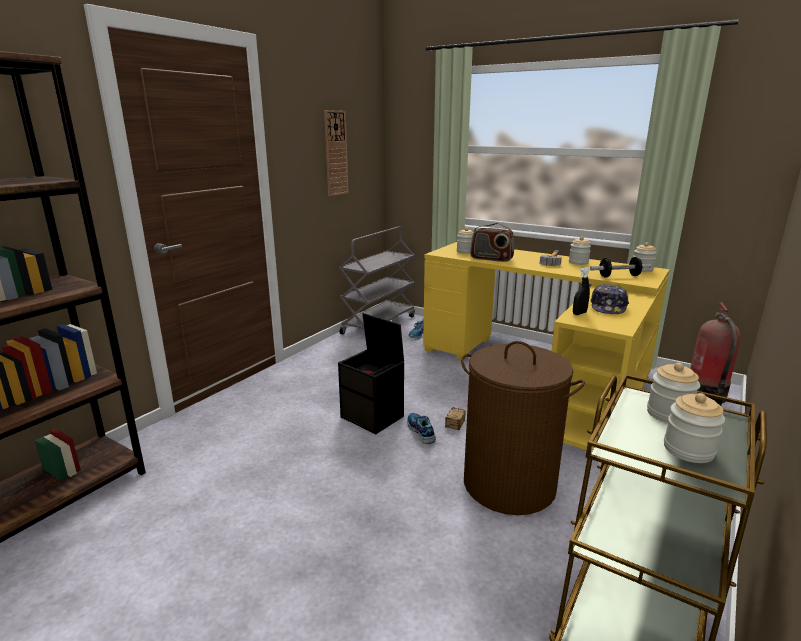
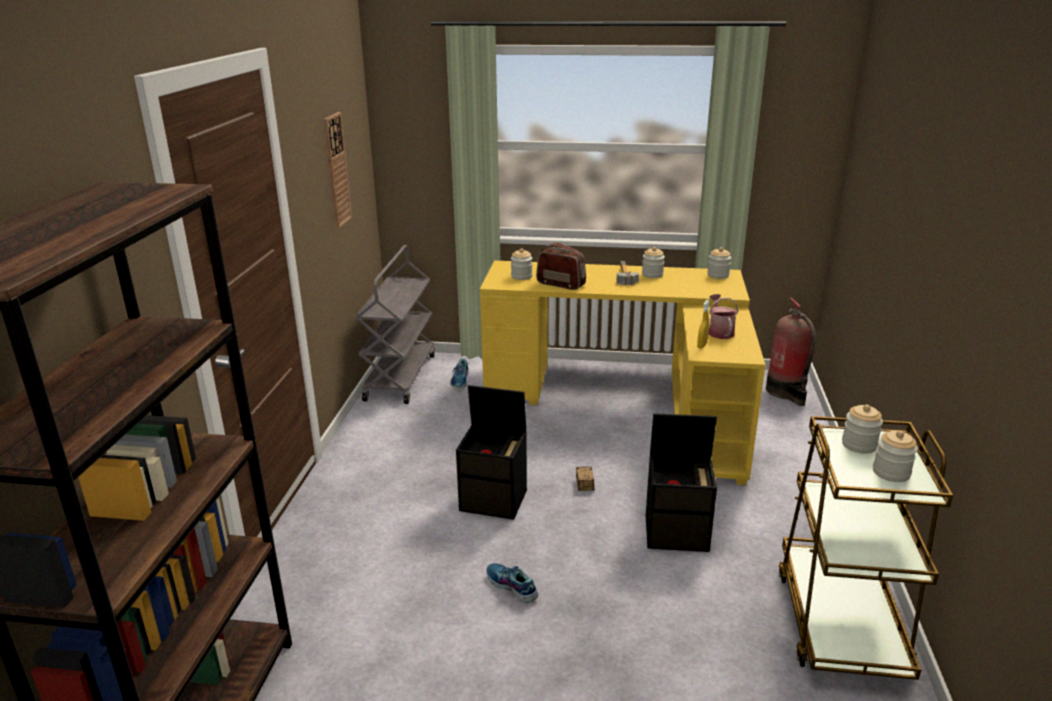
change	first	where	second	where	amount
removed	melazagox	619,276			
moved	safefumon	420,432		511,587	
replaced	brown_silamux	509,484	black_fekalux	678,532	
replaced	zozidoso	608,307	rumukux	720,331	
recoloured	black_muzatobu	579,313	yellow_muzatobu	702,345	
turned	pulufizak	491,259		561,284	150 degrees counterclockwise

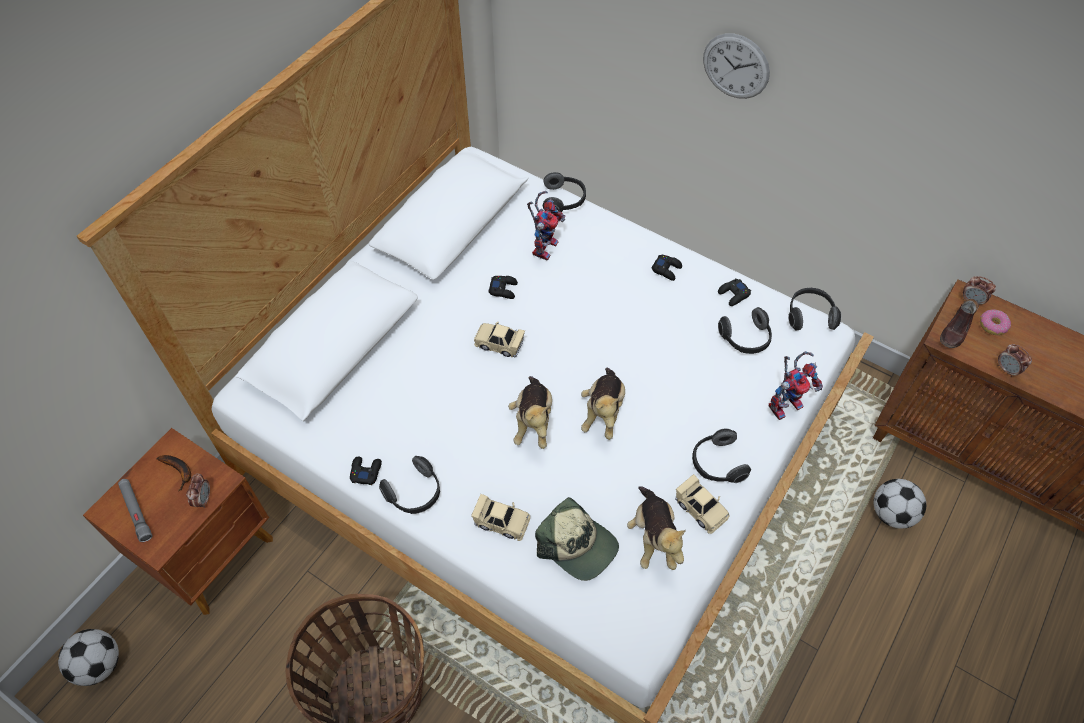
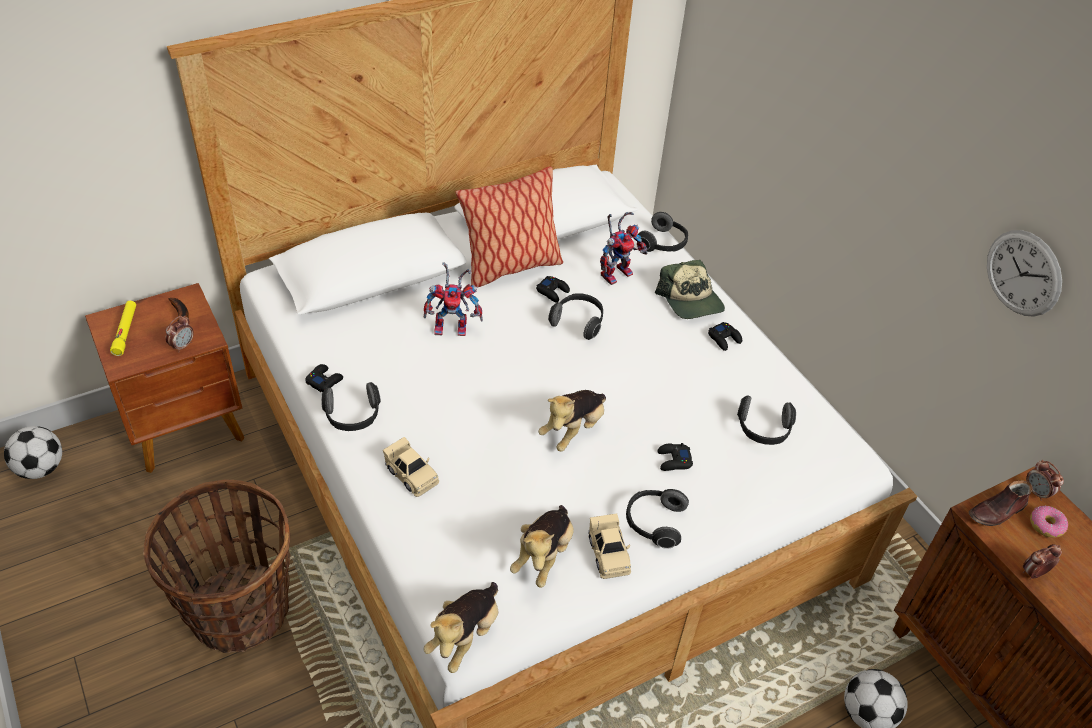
change	first	where	second	where	amount
removed	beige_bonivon	499,344			
added			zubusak	511,267	
moved	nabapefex	533,421		465,636	
moved	zozidoso	577,545		691,300	
moved	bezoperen	736,66		1023,273	
moved	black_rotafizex	733,294		673,460	
moved	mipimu	786,403		454,327	
moved	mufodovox	809,315		578,322	
recoloured	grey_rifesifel	136,511	yellow_rifesifel	125,331	
turned	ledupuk	1007,369		1033,573	75 degrees clockwise

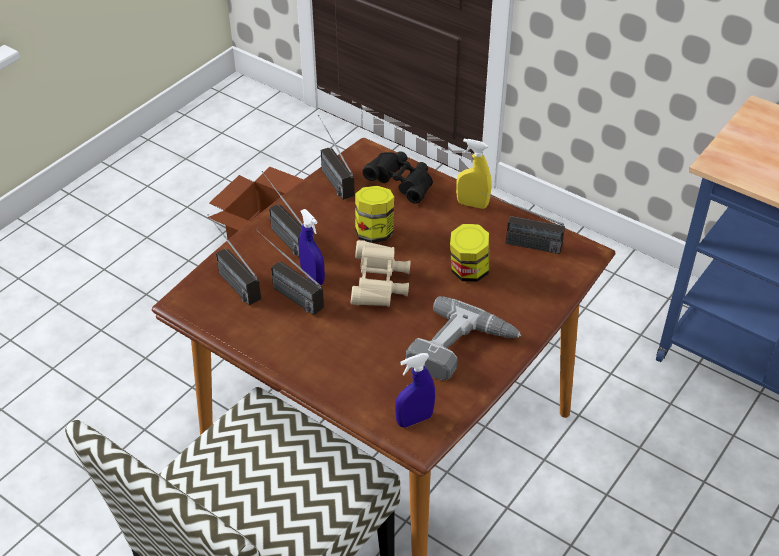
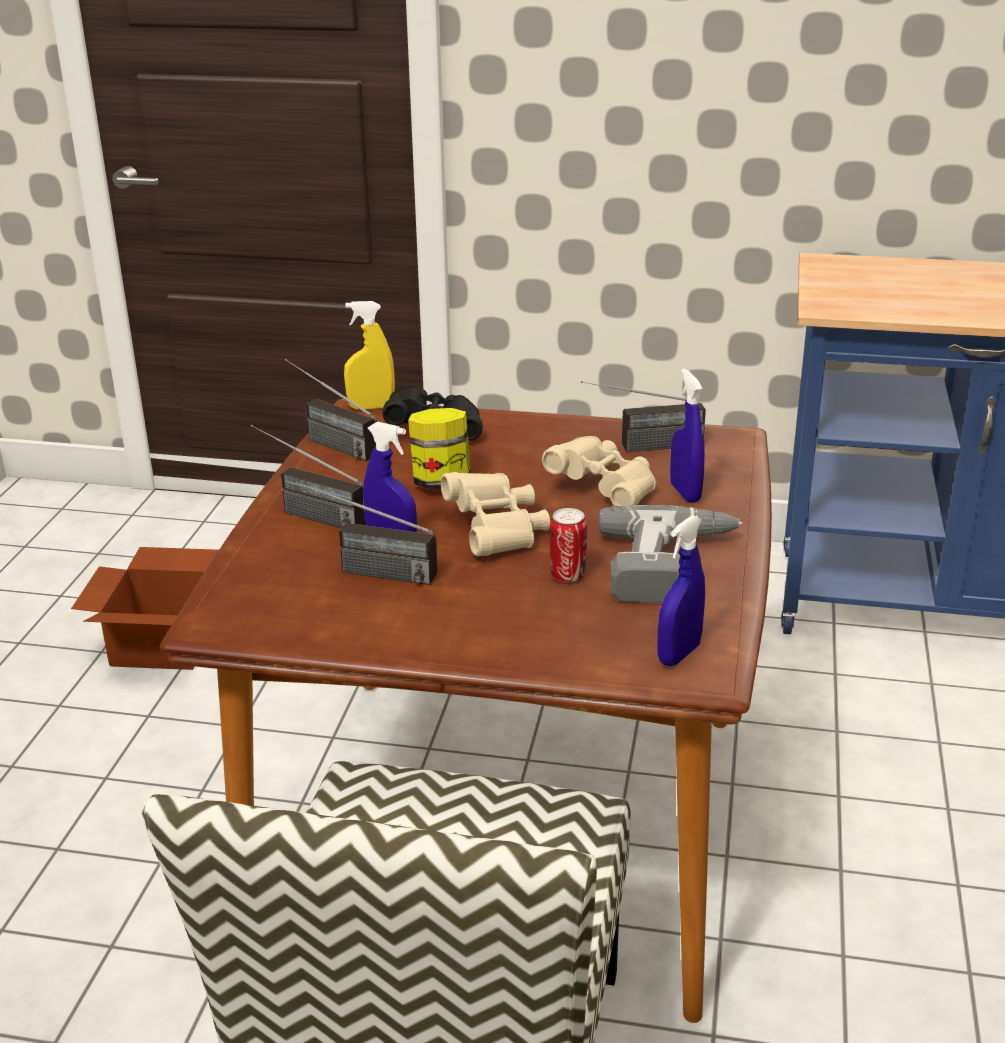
change	first	where	second	where	amount
removed	pulufizak	230,278			
added			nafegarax	567,575	
added			blue_muzatobu	685,493	
moved	yellow_muzatobu	472,204		371,407	
replaced	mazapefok	468,272	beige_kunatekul	605,489	

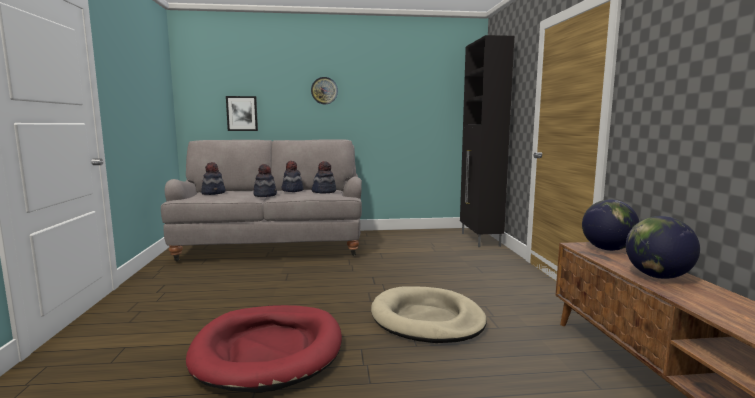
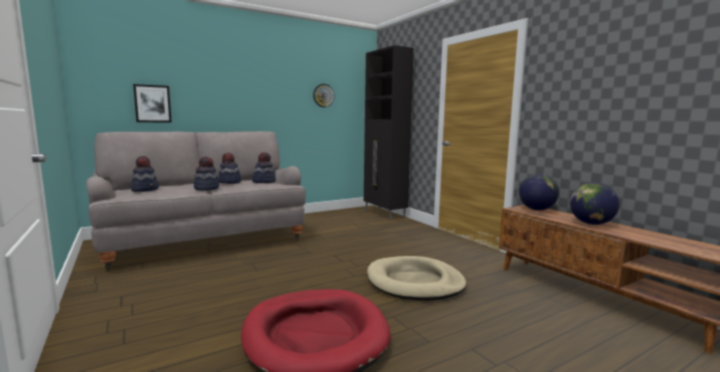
change	first	where	second	where	amount
moved	bezoperen	324,90		323,95	

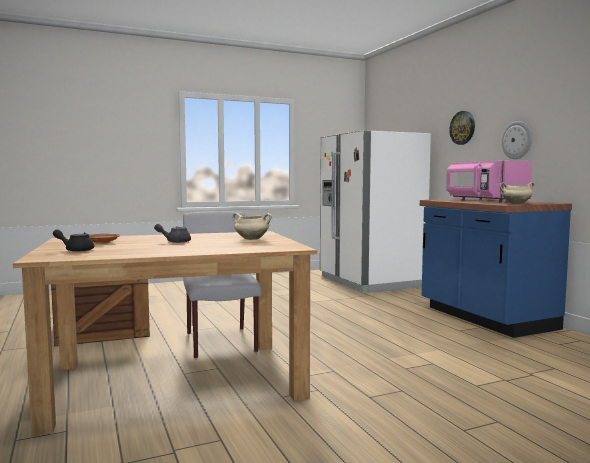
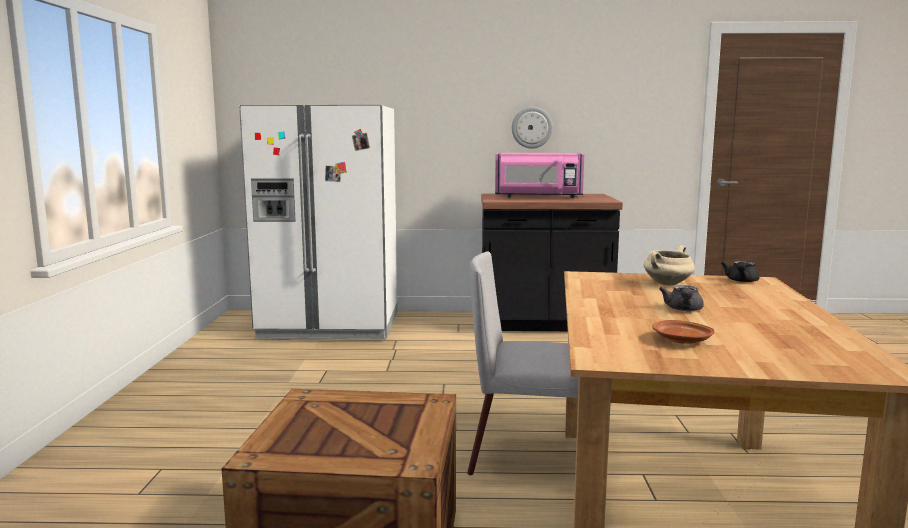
change	first	where	second	where	amount
removed	bezoperen	462,128			
removed	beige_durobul	516,203			
moved	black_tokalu	76,250		741,281	
recoloured	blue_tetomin	485,318	black_tetomin	544,324	

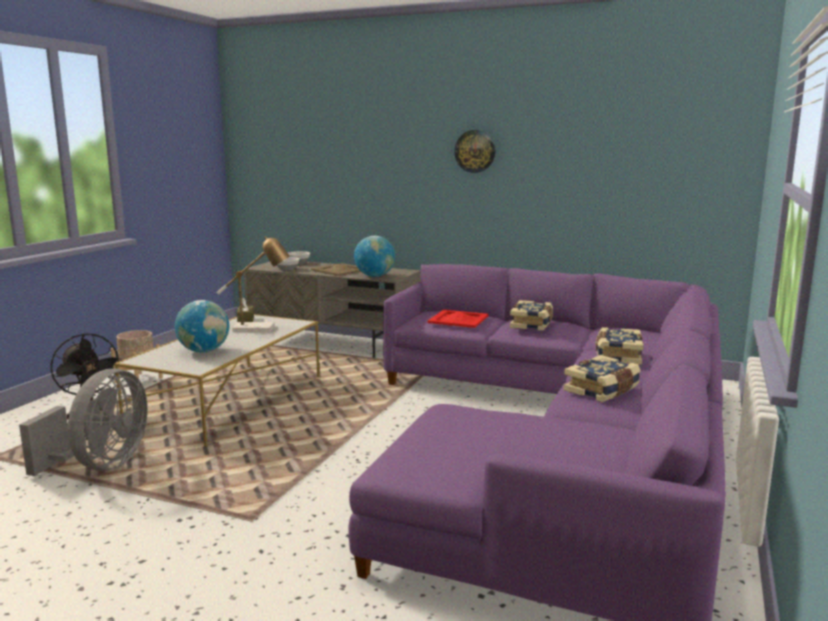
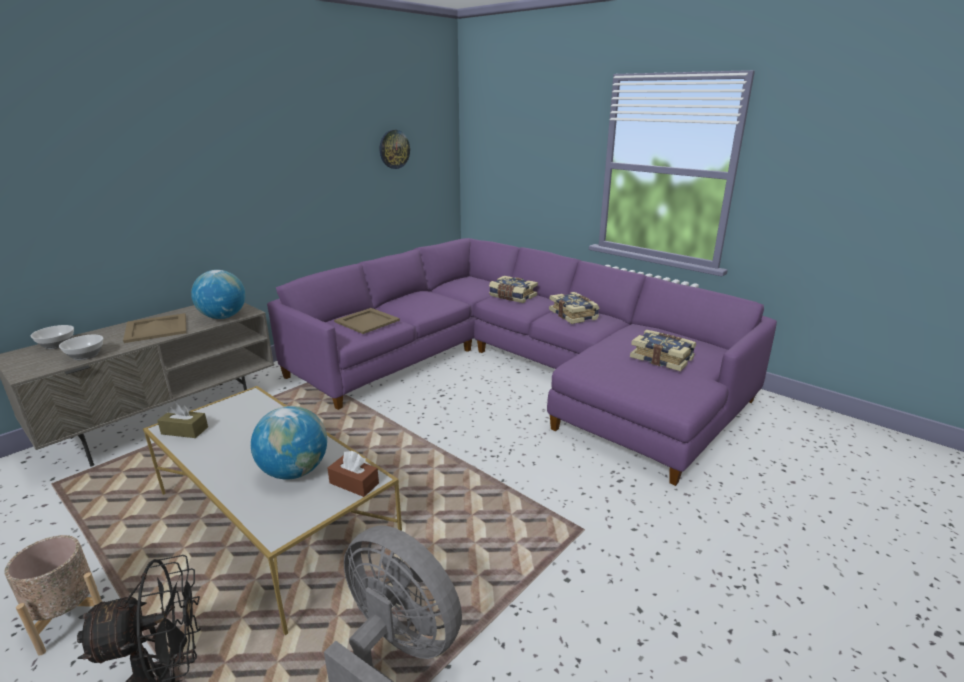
change	first	where	second	where	amount
removed	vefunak	259,329			
added			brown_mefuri	354,483	
moved	bezoperen	475,151		394,149	
moved	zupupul	532,324		662,358	
recoloured	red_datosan	459,319	beige_datosan	367,321	

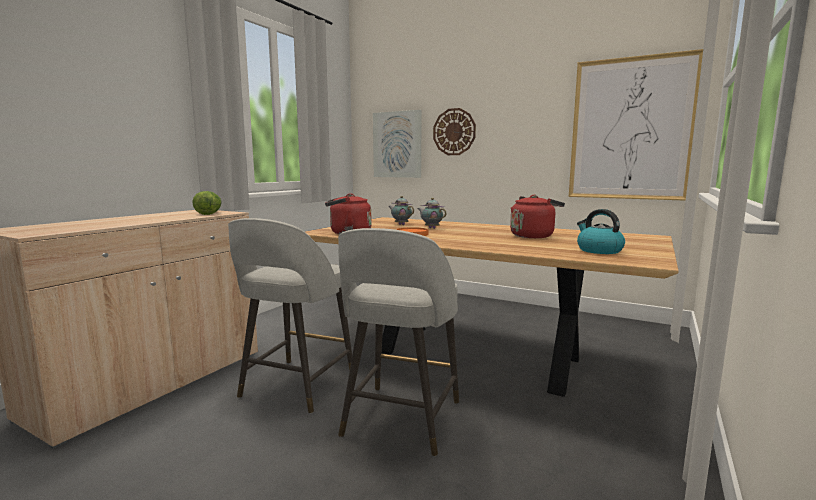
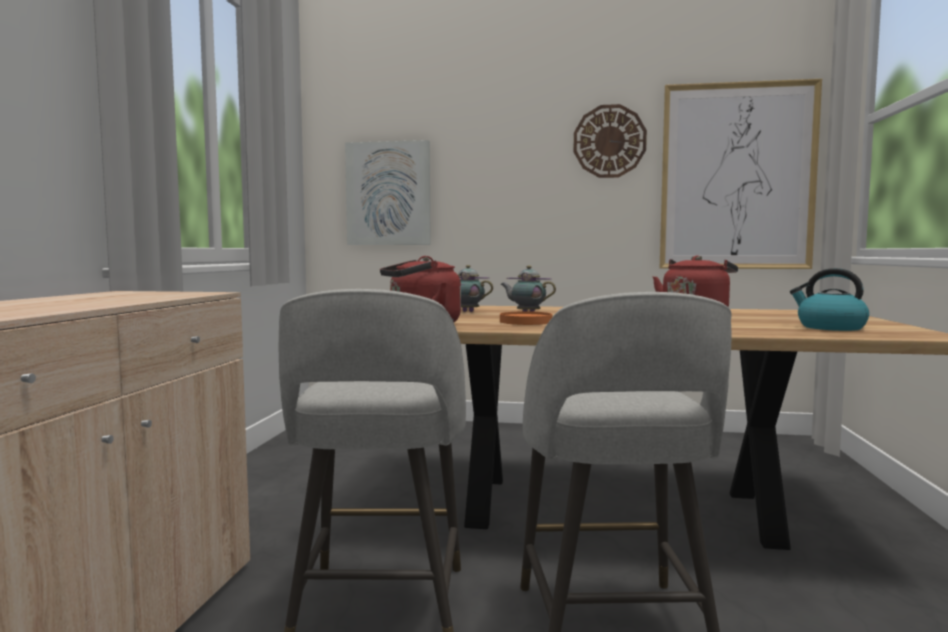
change	first	where	second	where	amount
removed	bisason	209,213			
moved	bezoperen	454,132		609,141	

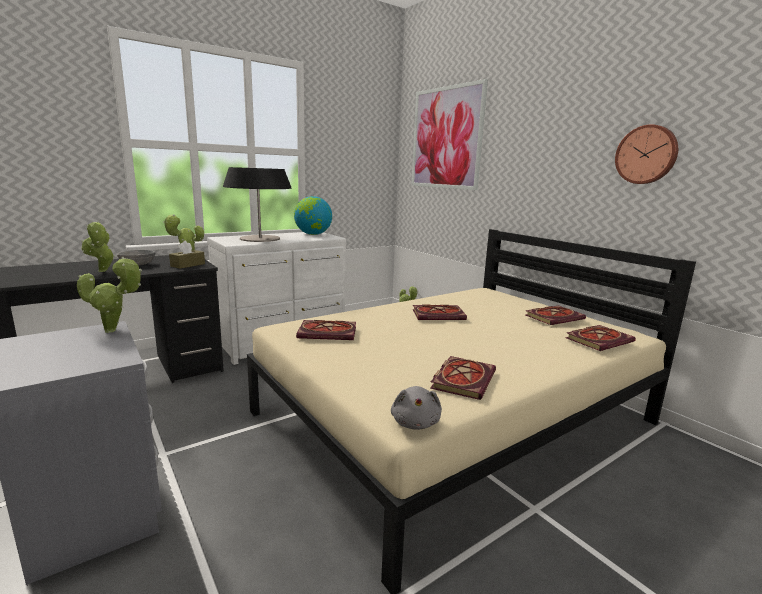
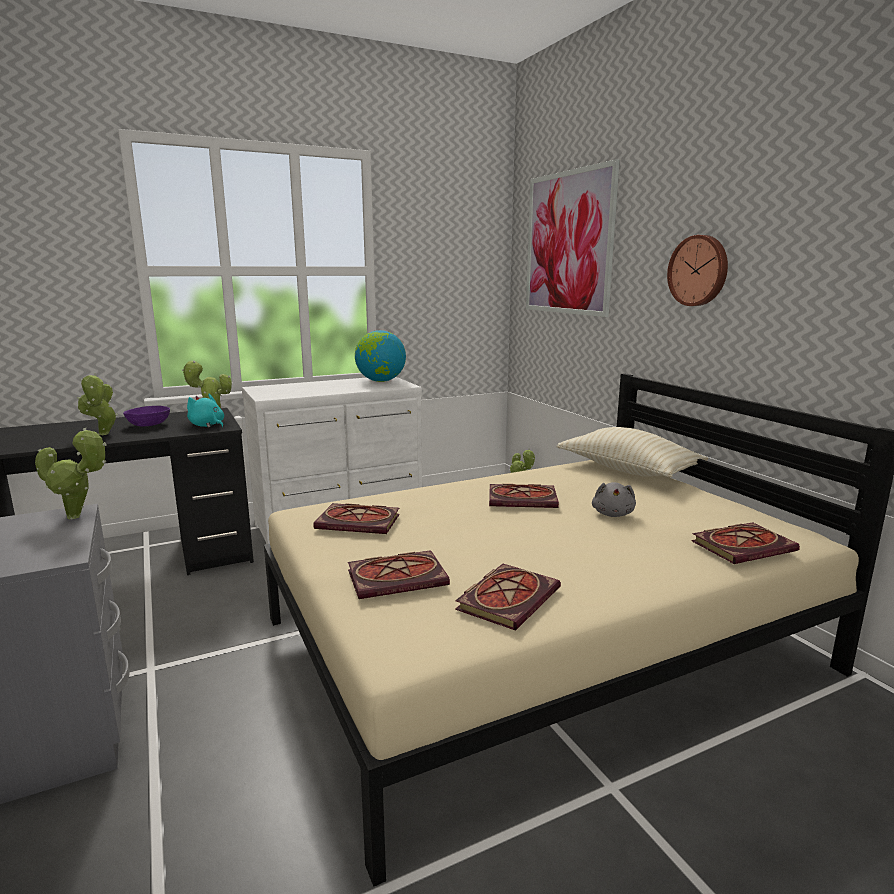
change	first	where	second	where	amount
removed	vefunak	260,238			
added			beige_zubusak	628,470	
moved	grey_nabapefex	415,422		613,514	
moved	zupupul	554,317		399,577	
moved	bezoperen	646,155		699,271	
replaced	brown_mefuri	188,265	turquoise_nabapefex	207,425	
recoloured	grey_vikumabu	138,264	purple_vikumabu	149,424	

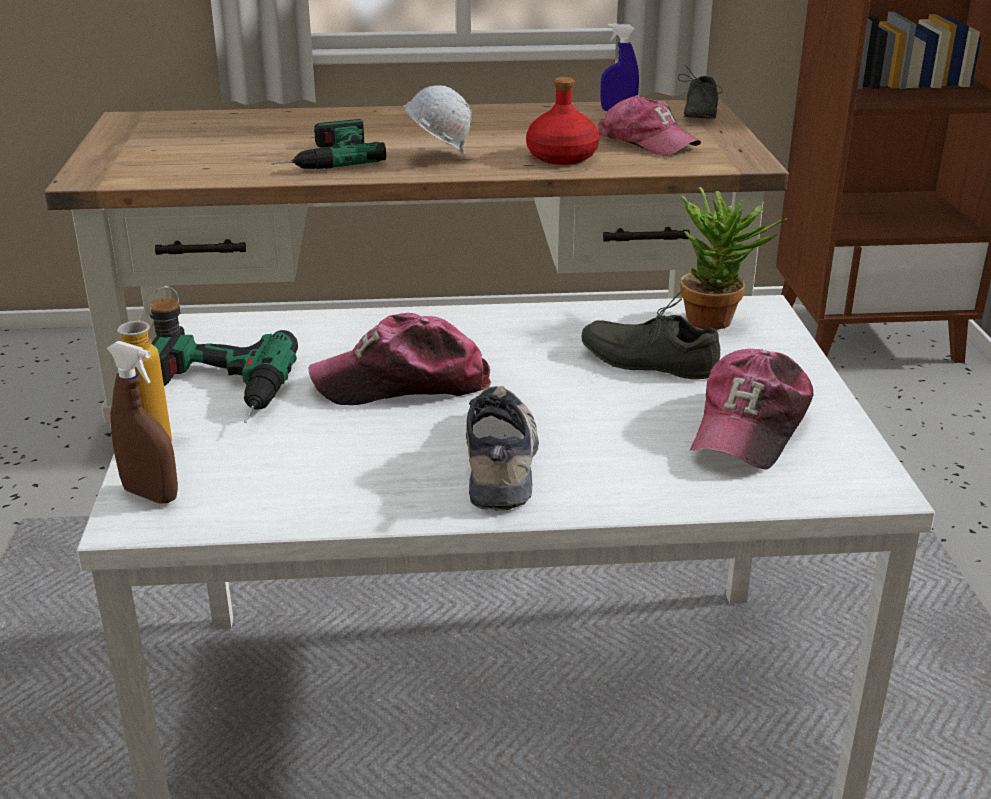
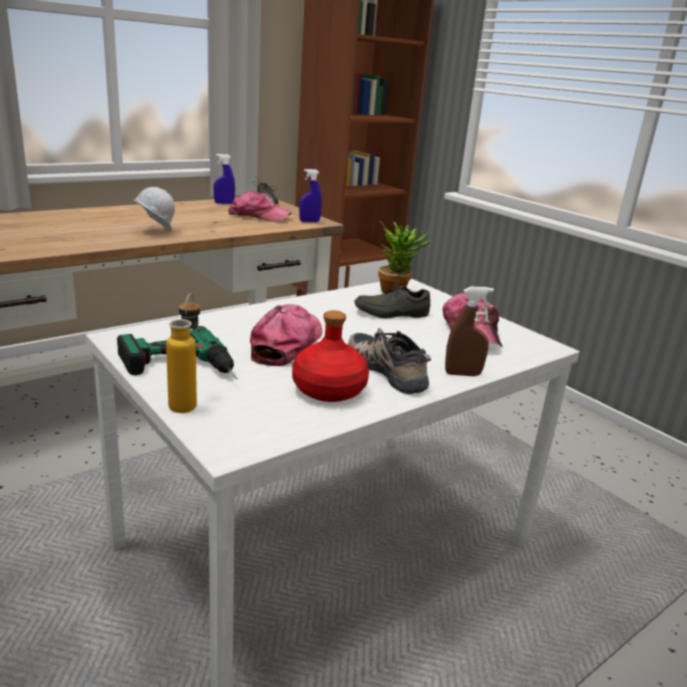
change	first	where	second	where	amount
removed	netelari	321,158			
added			blue_muzatobu	309,221	
moved	brown_muzatobu	151,495		462,374	
moved	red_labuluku	561,157		328,389	
turned	zozidoso	403,383		287,344	150 degrees clockwise

